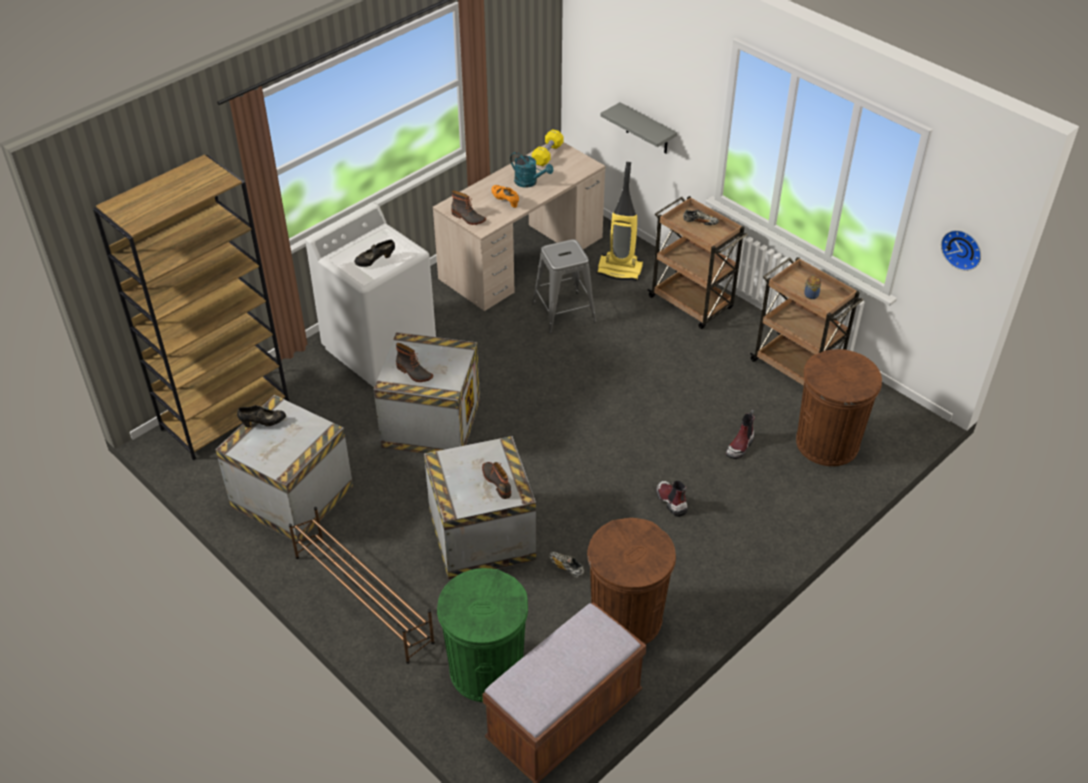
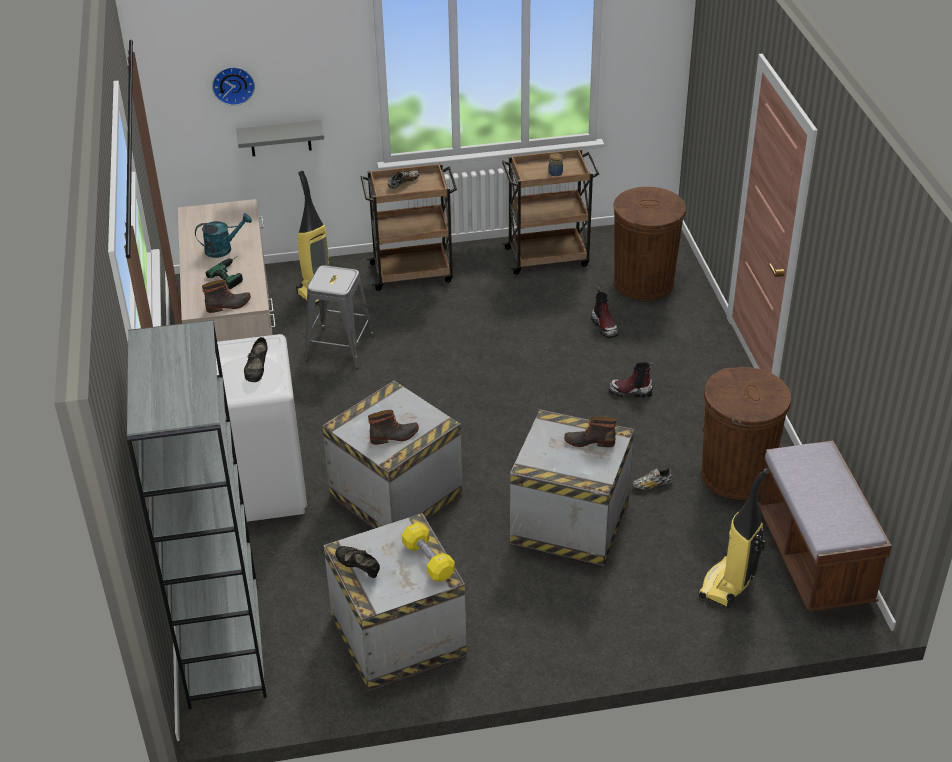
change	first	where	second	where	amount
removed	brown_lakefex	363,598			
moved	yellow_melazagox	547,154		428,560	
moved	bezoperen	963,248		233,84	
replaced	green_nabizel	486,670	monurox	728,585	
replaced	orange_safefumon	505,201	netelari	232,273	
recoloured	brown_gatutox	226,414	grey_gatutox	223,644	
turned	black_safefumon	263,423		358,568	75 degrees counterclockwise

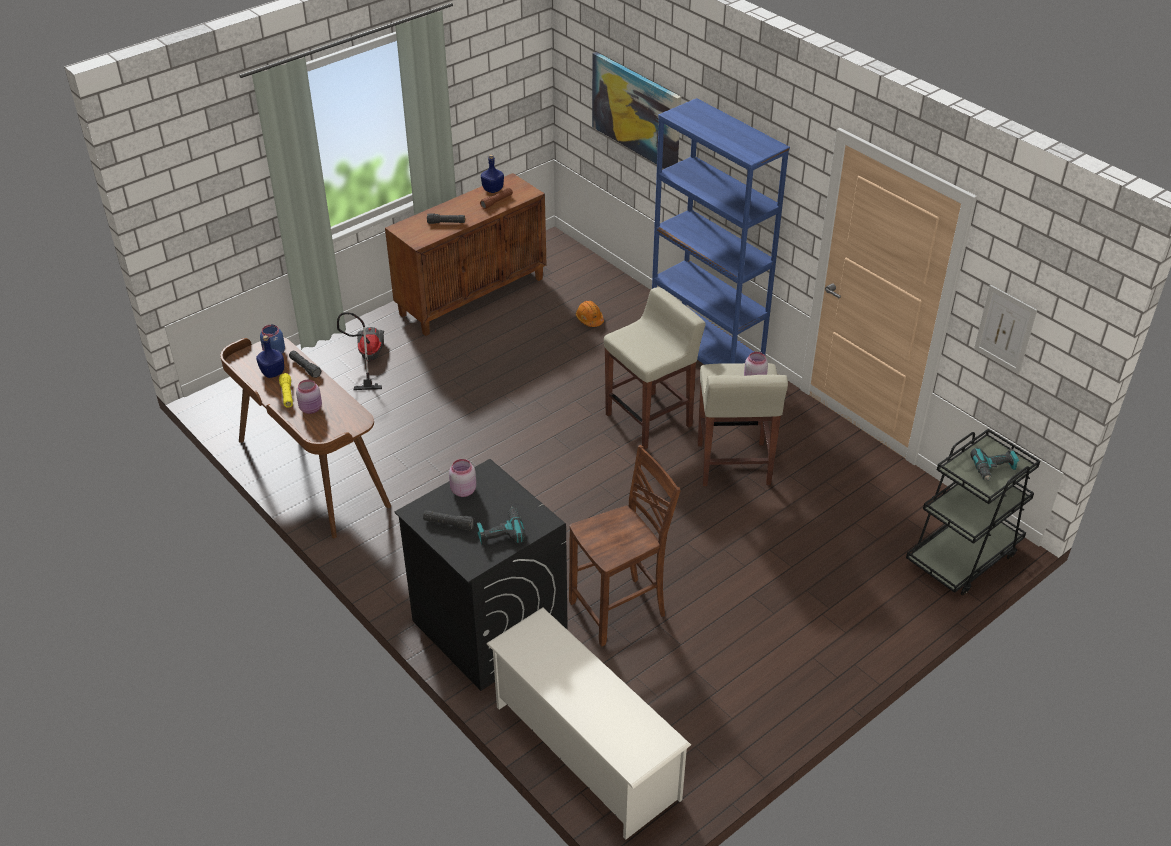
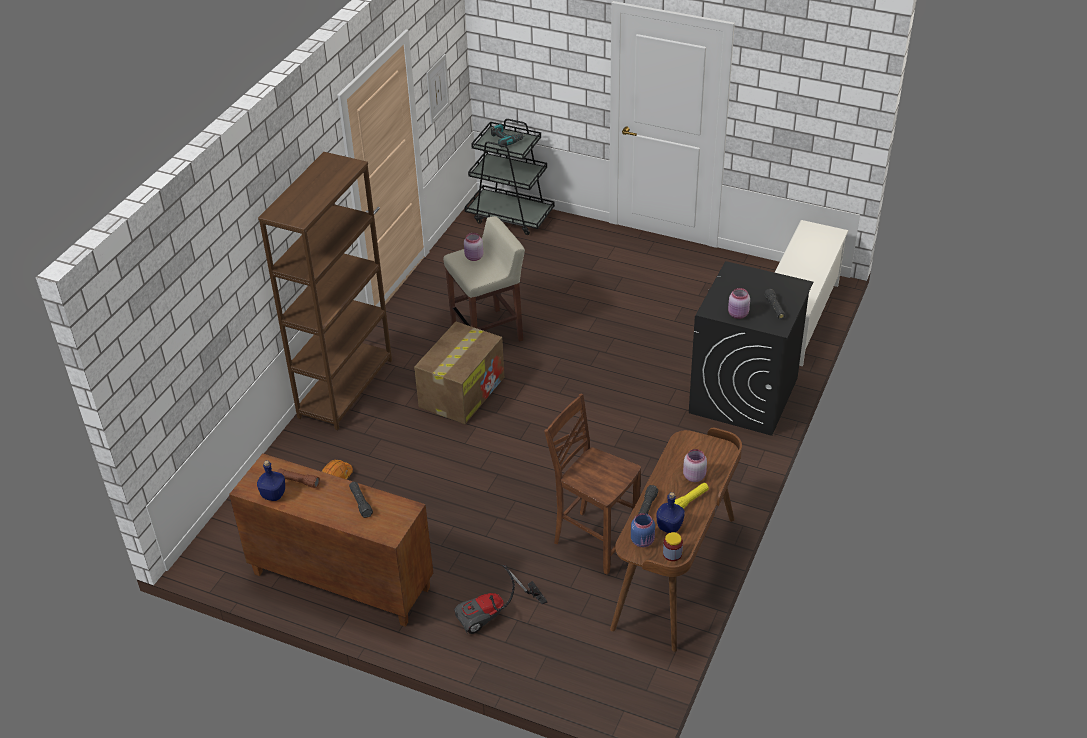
change	first	where	second	where	amount
removed	netelari	500,532			
removed	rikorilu	636,111			
added			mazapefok	672,554	
moved	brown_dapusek	620,610		594,540	
replaced	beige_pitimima	650,420	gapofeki	462,391	
recoloured	blue_gatutox	706,350	brown_gatutox	346,388	

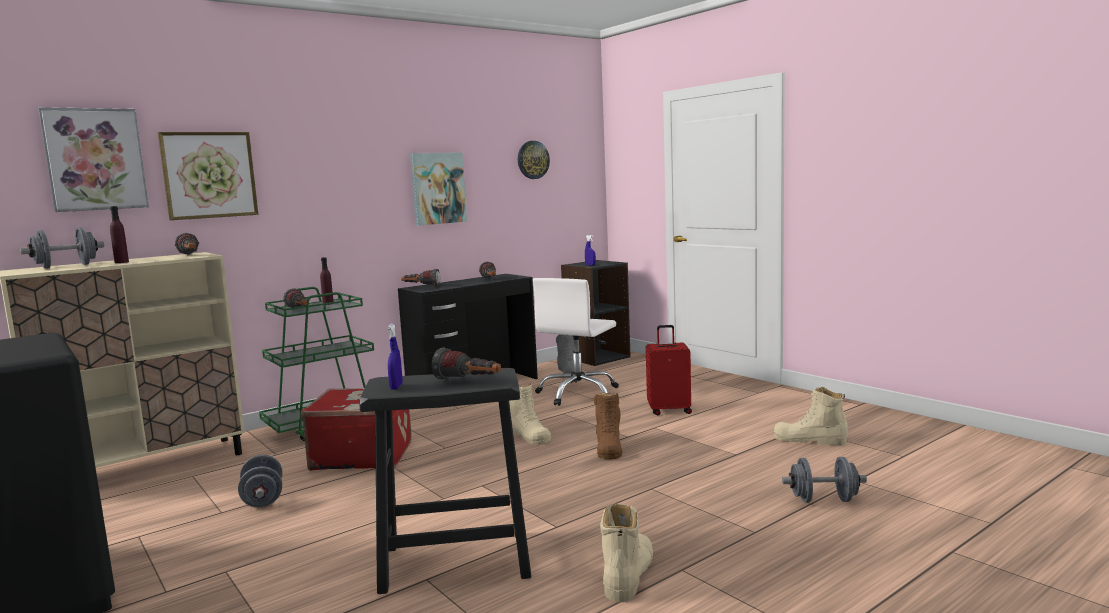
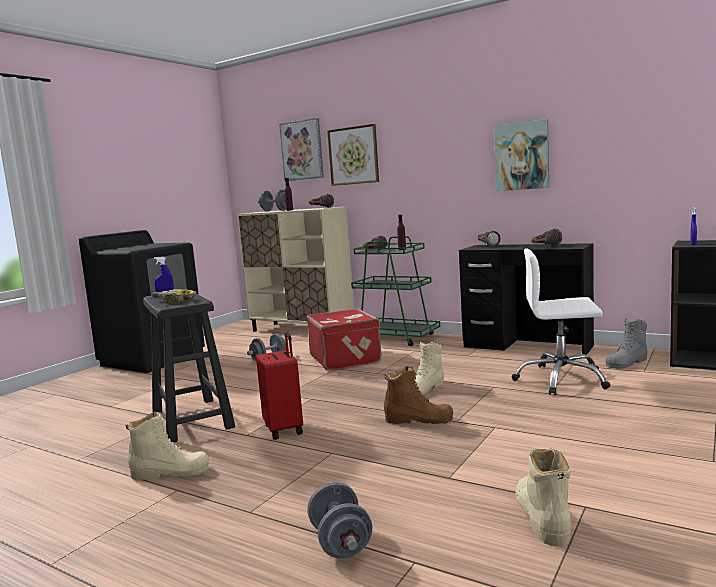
change	first	where	second	where	amount
removed	bezoperen	533,160			
moved	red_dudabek	669,410		284,429	
replaced	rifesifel	469,382	netelari	172,302	
turned	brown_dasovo	608,448		419,420	150 degrees counterclockwise

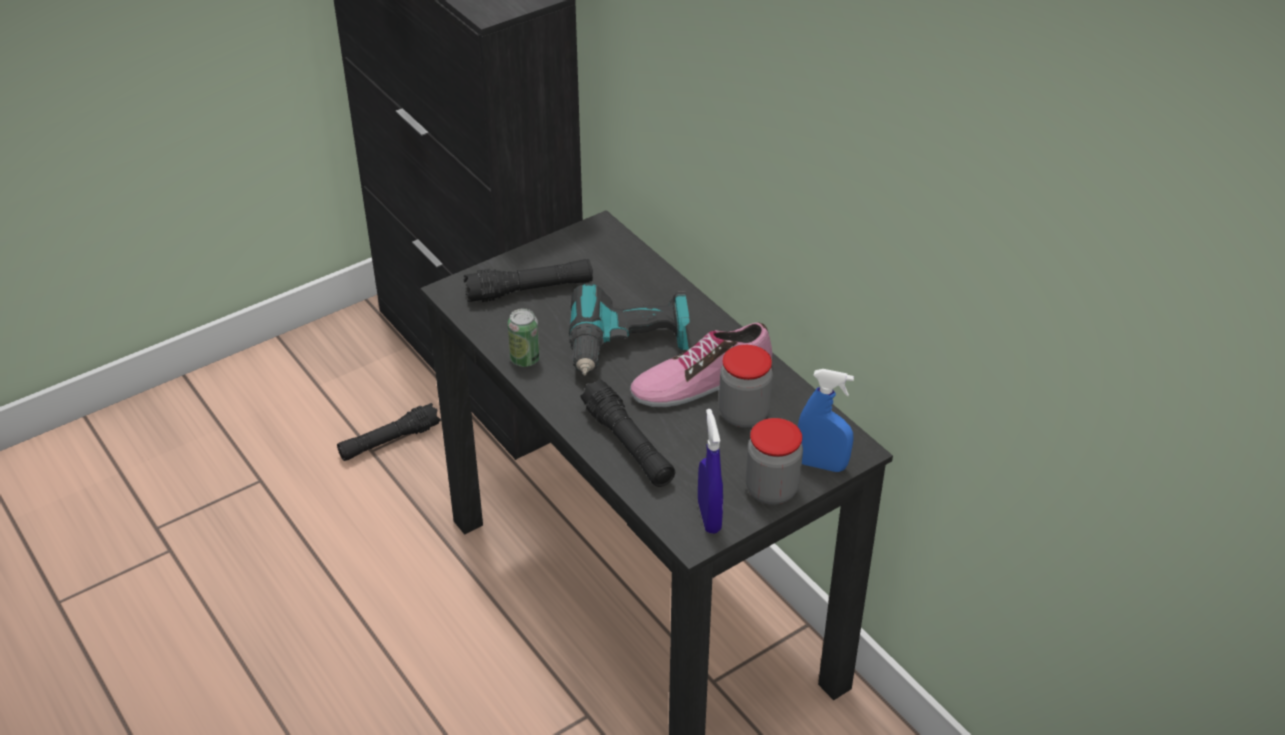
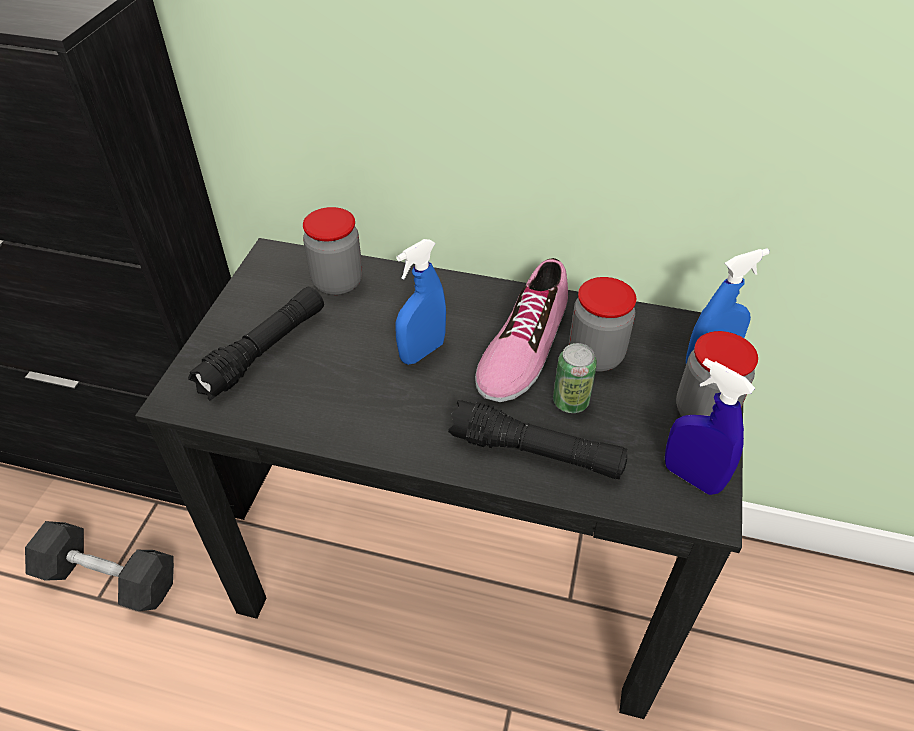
change	first	where	second	where	amount
added			mazapefok	337,282	
moved	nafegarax	525,359		570,401	
replaced	black_rifesifel	389,441	grey_melazagox	109,577	
replaced	netelari	628,346	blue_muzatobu	422,352	

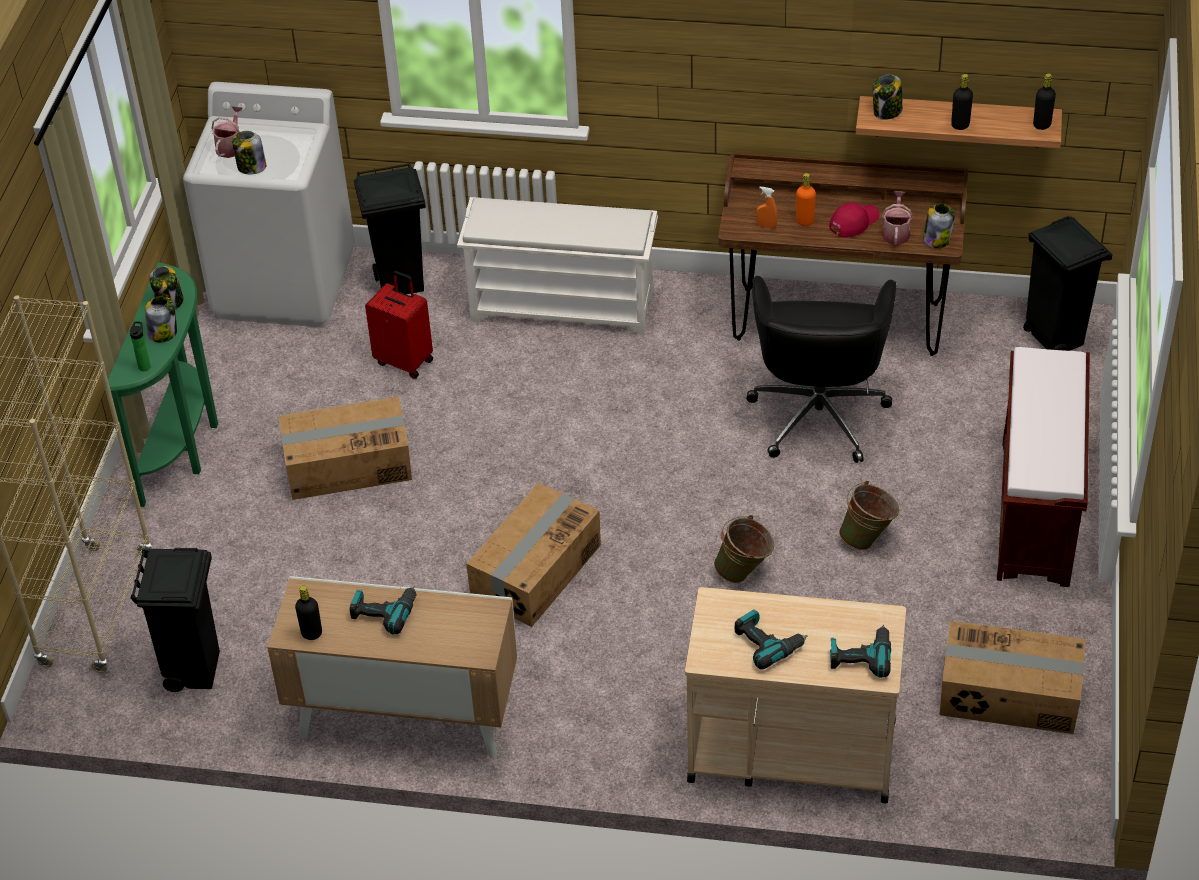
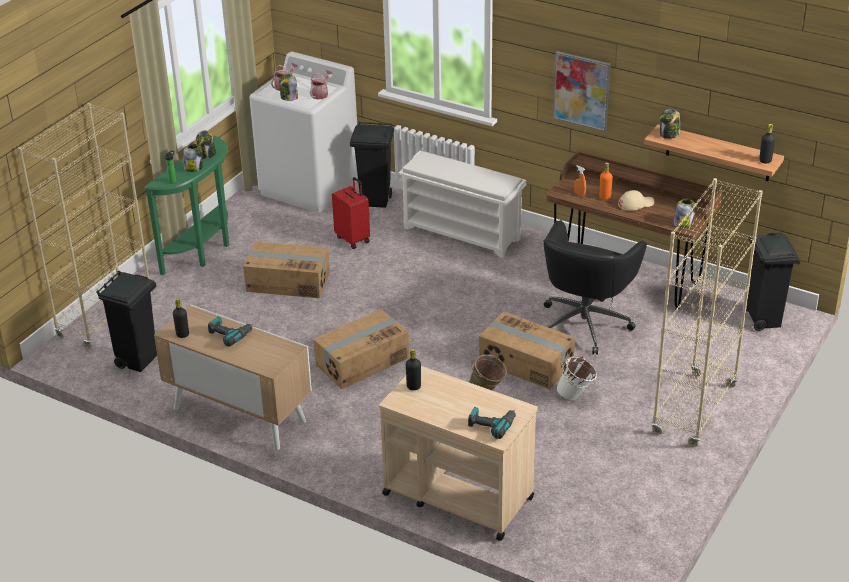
change	first	where	second	where	amount
removed	netelari	767,643			
added			rikorilu	581,91	
moved	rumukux	896,232		321,94	
moved	gapofeki	1009,695		526,363	
moved	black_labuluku	960,125		413,386	
replaced	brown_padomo	1036,512	beige_gatutox	694,410	
recoloured	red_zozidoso	853,222	beige_zozidoso	635,204	
recoloured	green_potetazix	868,539	white_potetazix	576,396	

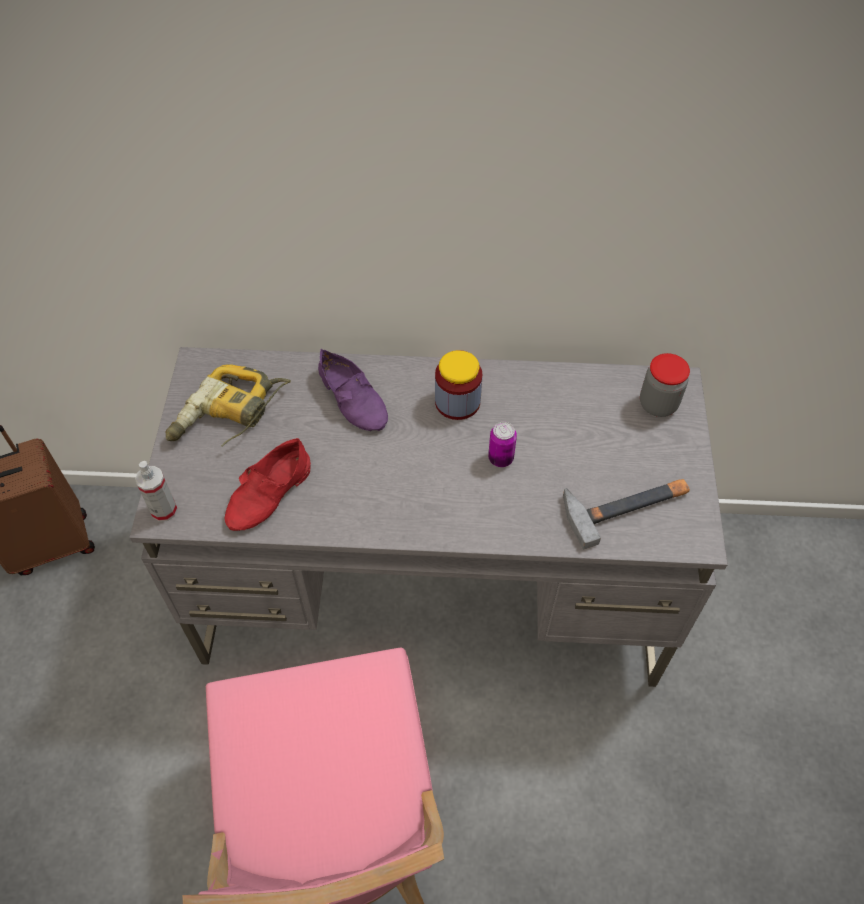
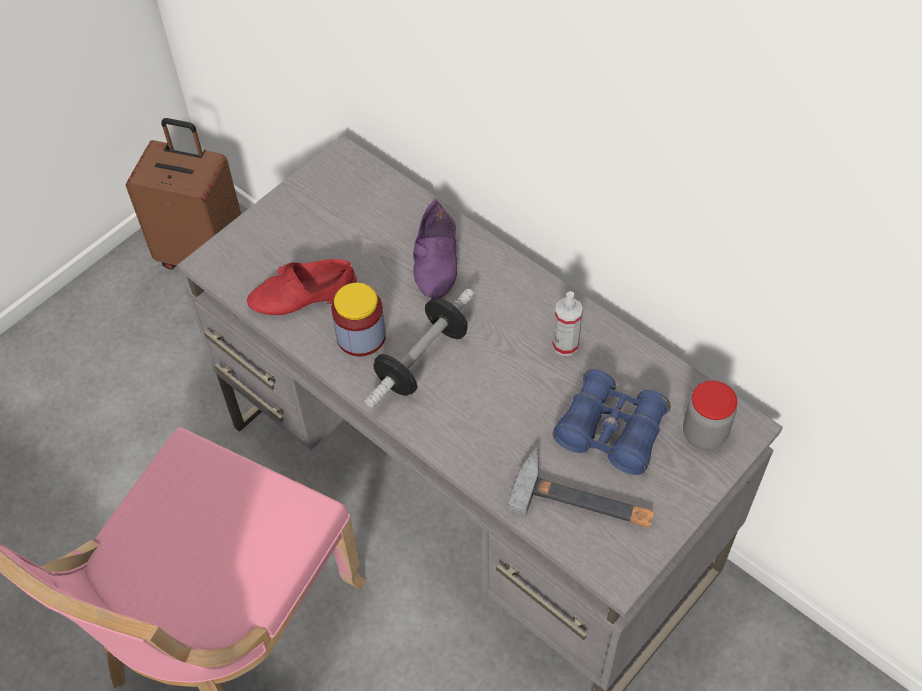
change	first	where	second	where	amount
removed	netelari	229,416			
removed	nafegarax	500,458			
added			melazagox	422,360	
added			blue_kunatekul	610,431	
moved	muzatobu	164,510		565,345	
moved	mazapefok	457,402		361,336	

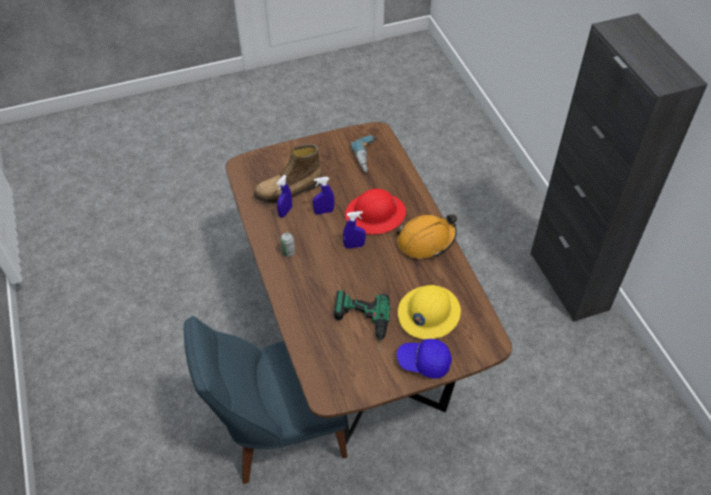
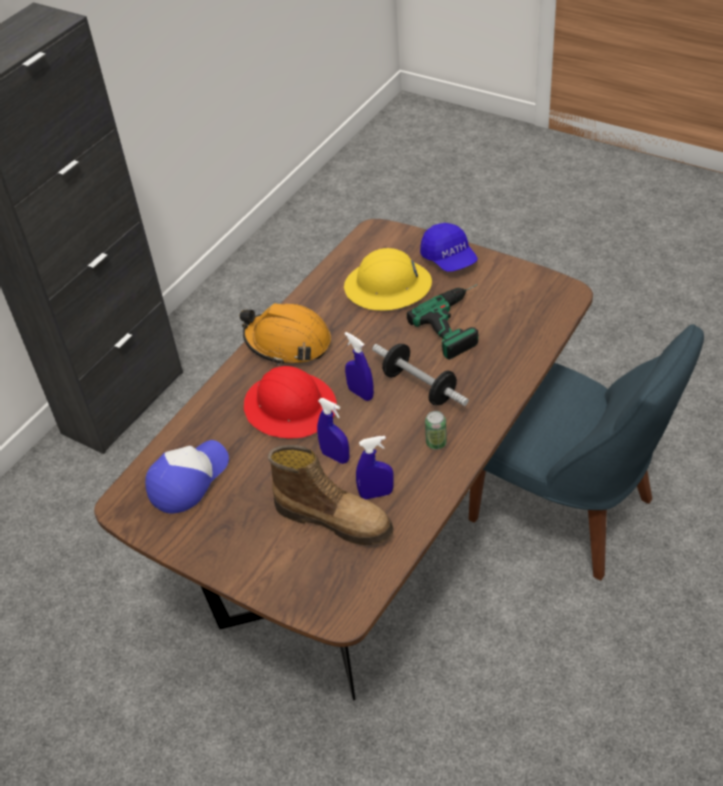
change	first	where	second	where	amount
added			melazagox	419,387	
replaced	netelari	368,157	zozidoso	188,479	

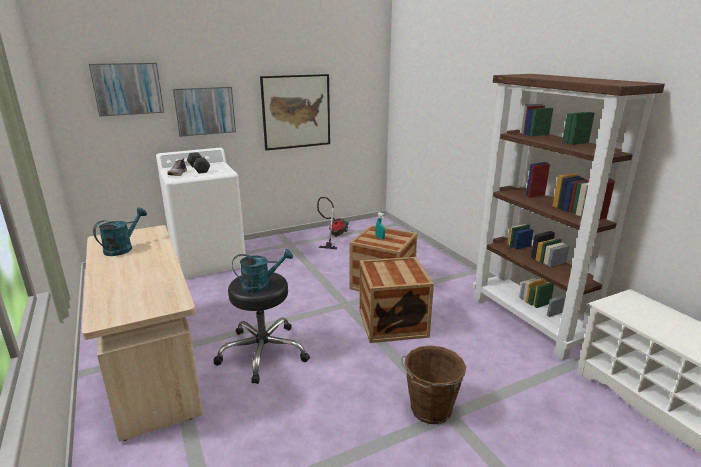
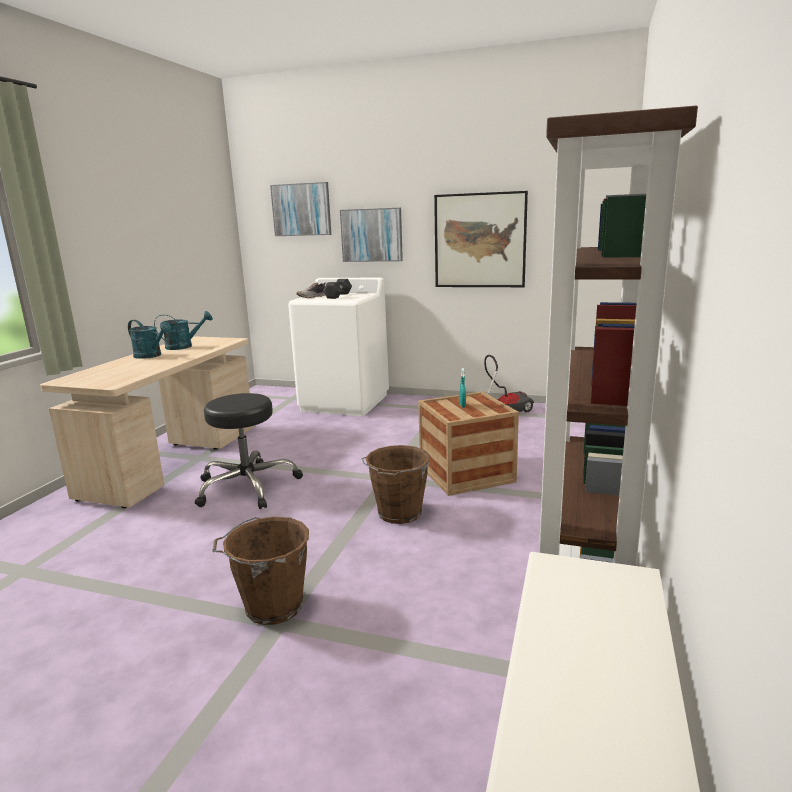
change	first	where	second	where	amount
moved	turquoise_rumukux	261,285		151,356	
replaced	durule	392,323	brown_potetazix	399,514	

